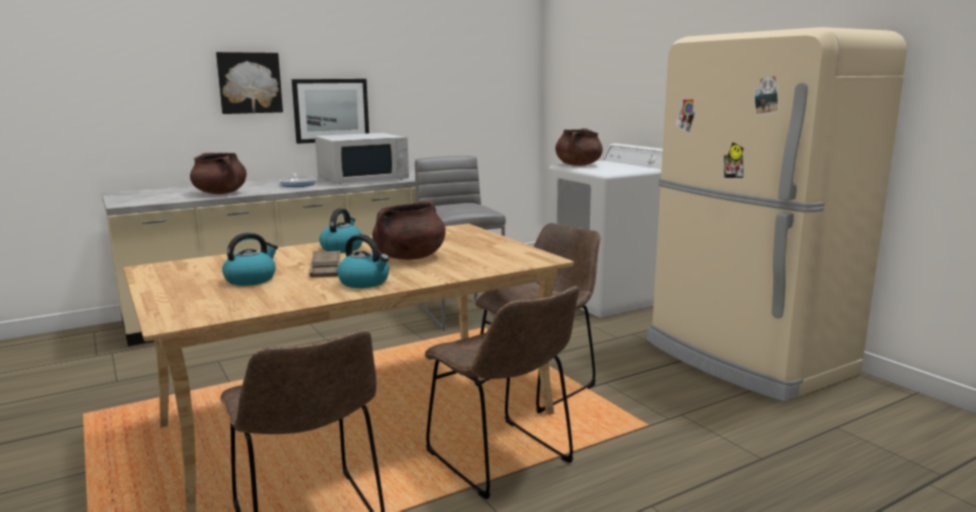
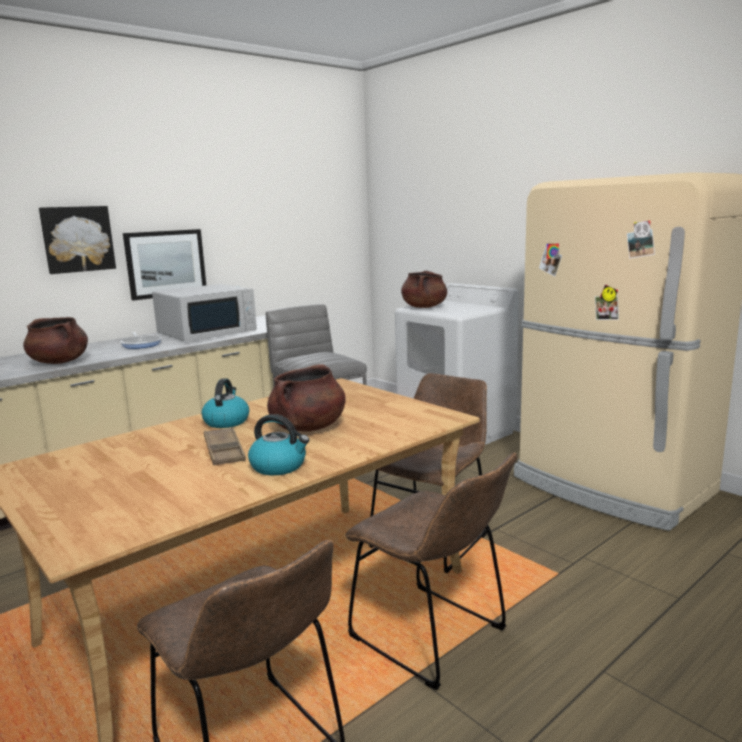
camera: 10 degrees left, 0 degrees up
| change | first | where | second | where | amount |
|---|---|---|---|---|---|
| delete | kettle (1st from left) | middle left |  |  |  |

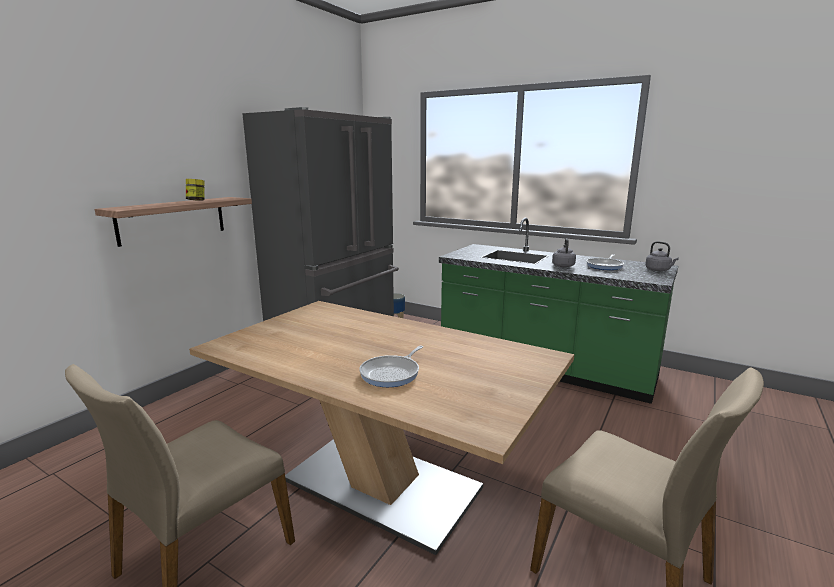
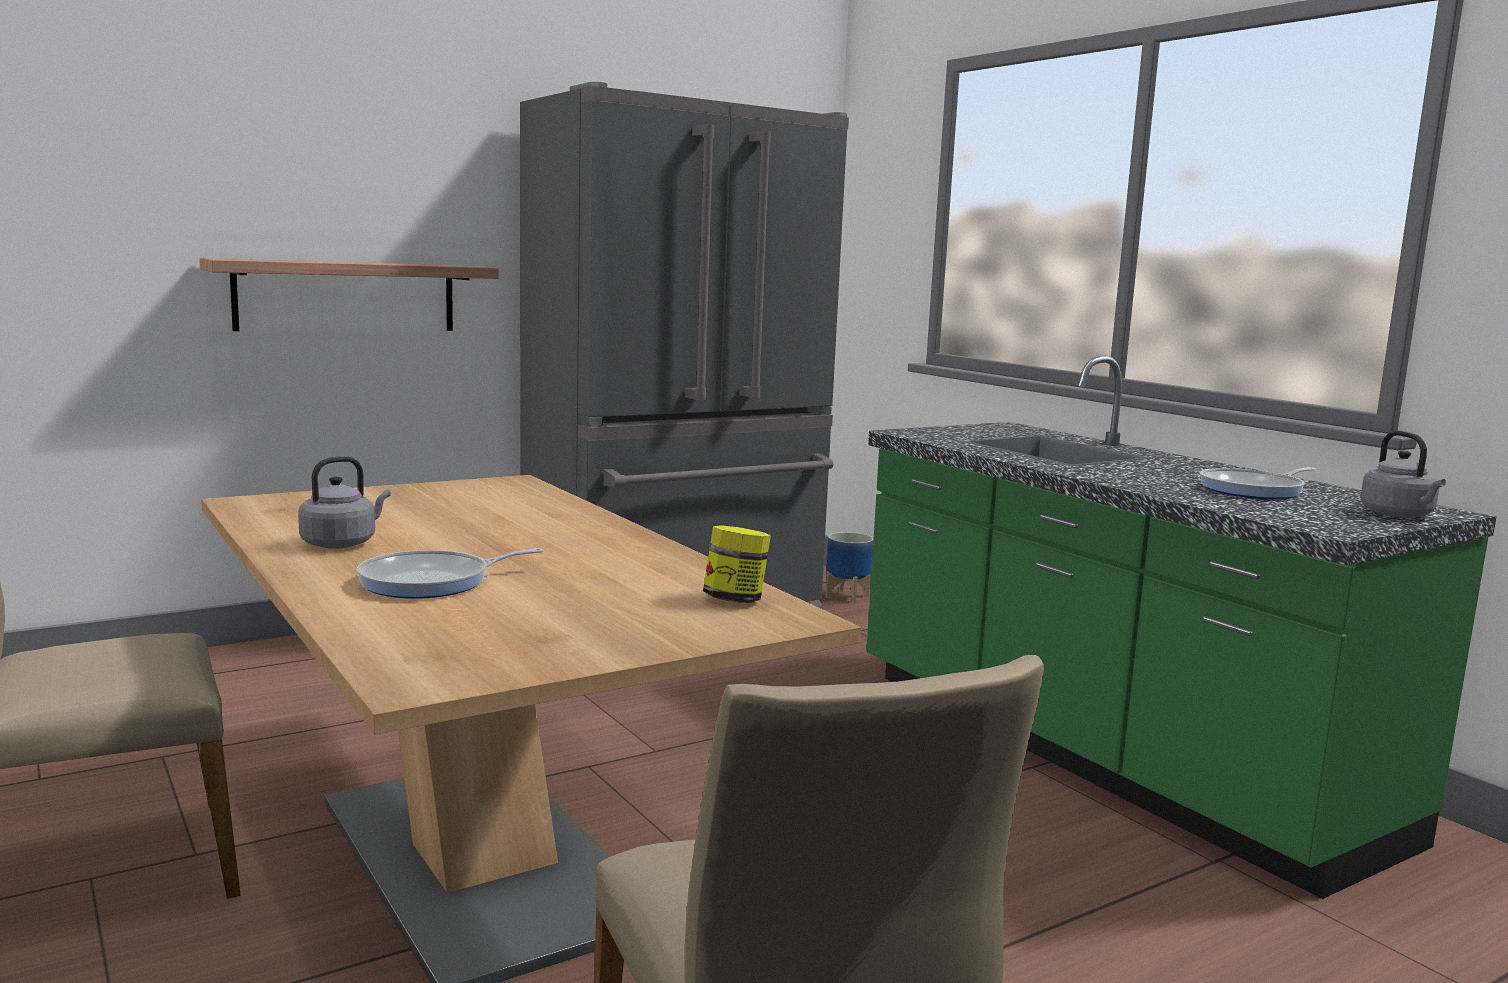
camera: 25 degrees right, 5 degrees down
| change | first | where | second | where | amount |
|---|---|---|---|---|---|
| move | kettle/gray (1st from left) | middle right |  | middle left |  |
| move | jar | top left |  | centre |  |

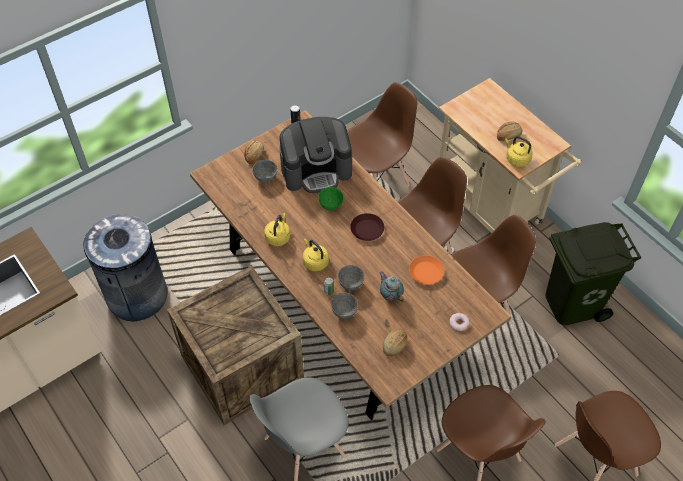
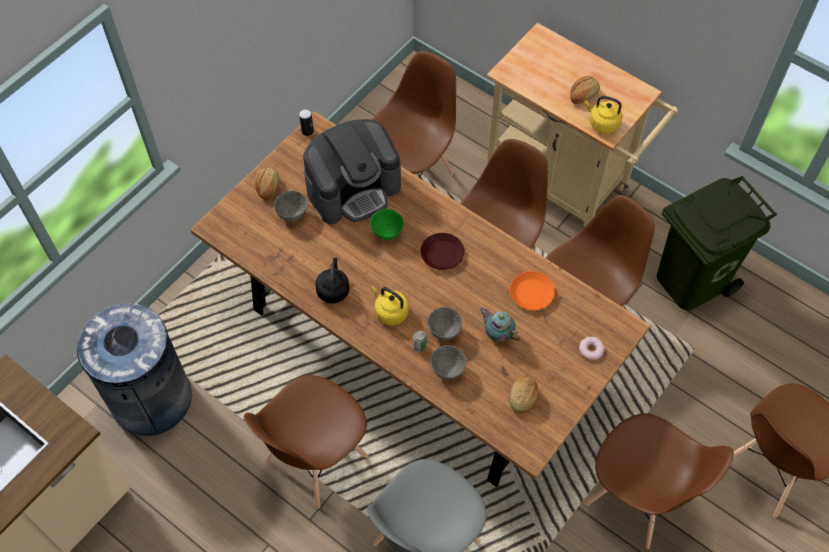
camera: 15 degrees left, 5 degrees up
| change | first | where | second | where | amount |
|---|---|---|---|---|---|
| replace | packing crate | bottom centre | upright chair/brown-coloured (1st from left) | bottom centre |  |
| recolor | kettle/yellow-coloured (1st from left) | centre | kettle/blackish | centre |  |

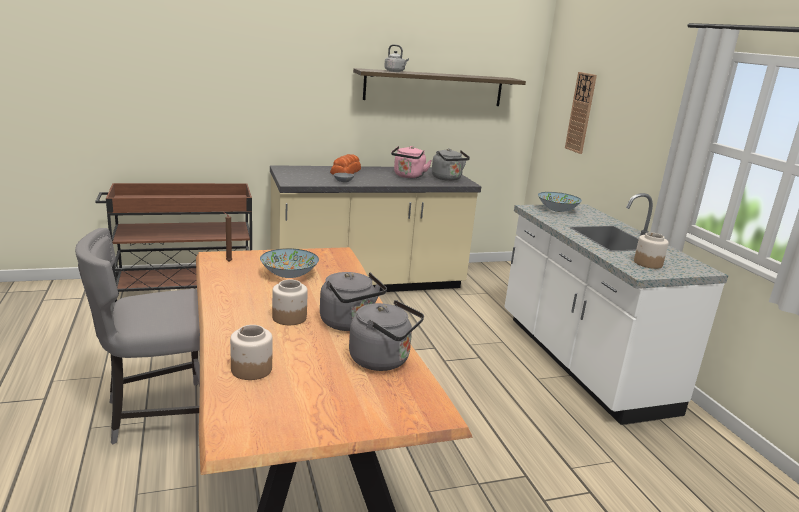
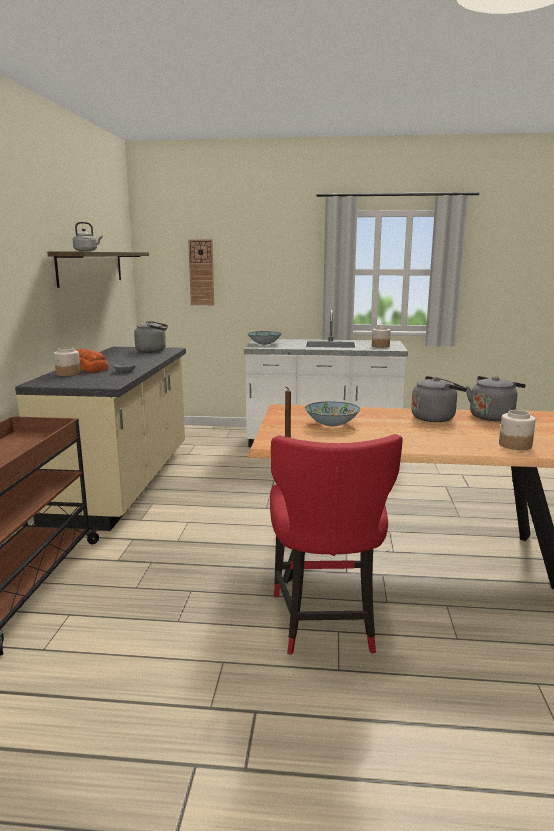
camera: 65 degrees left, 5 degrees down
| change | first | where | second | where | amount |
|---|---|---|---|---|---|
| move | jar (2nd from left in the first image) | centre | jar (1st from left) | middle left |  |
| recolor | upright chair/gray | middle left | upright chair/reddish | centre |  |
| delete | kettle/pinkish | top centre |  |  |  |

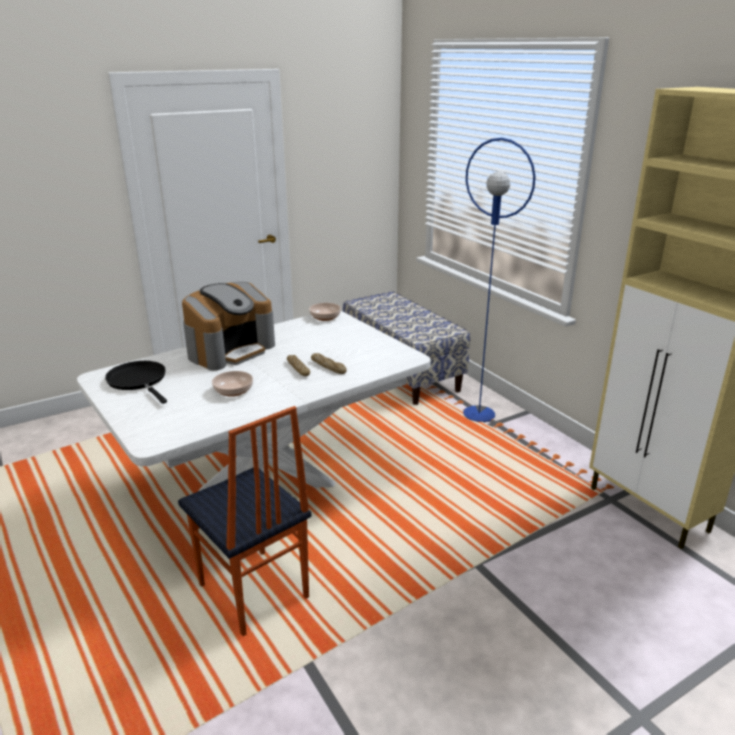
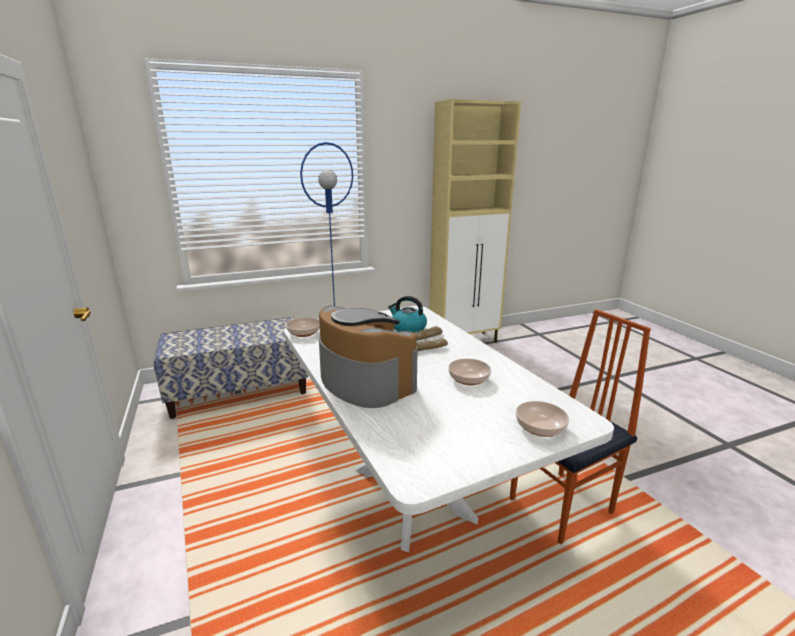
camera: 80 degrees left, 5 degrees down
| change | first | where | second | where | amount |
|---|---|---|---|---|---|
| insert |  |  | kettle | centre |  |
| insert |  |  | serving bowl (3rd from left) | middle right |  |
| delete | frying pan/blackish | middle left |  |  |  |

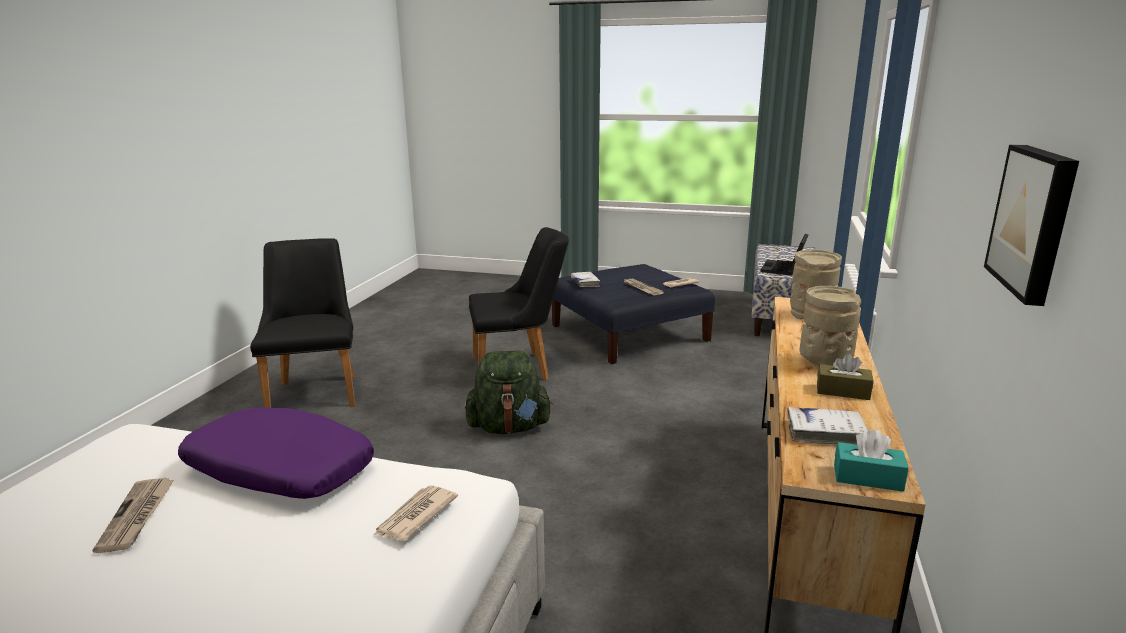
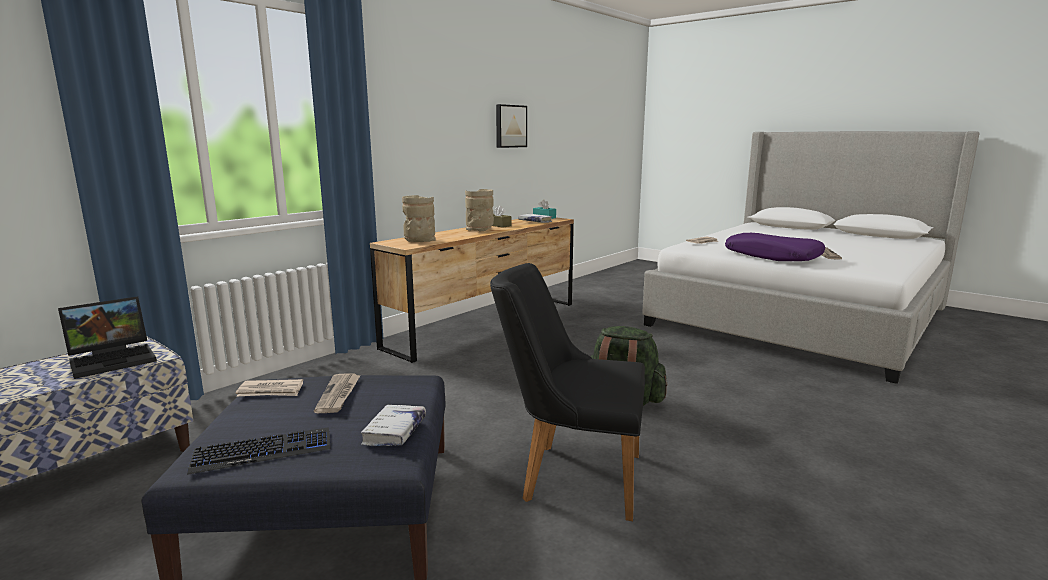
camera: 155 degrees left, 5 degrees down
| change | first | where | second | where | amount |
|---|---|---|---|---|---|
| insert |  |  | keyboard | bottom left |  |
| delete | upright chair/blackish (1st from left) | middle left |  |  |  |

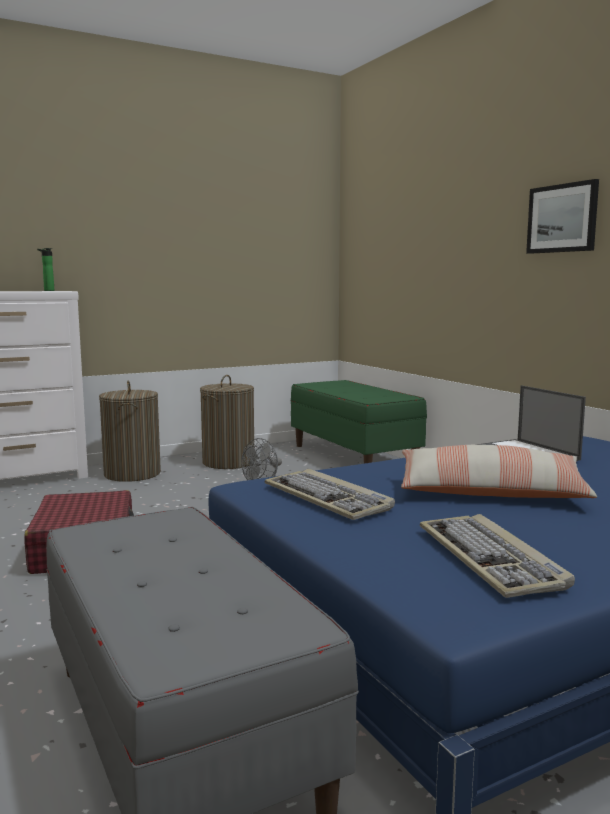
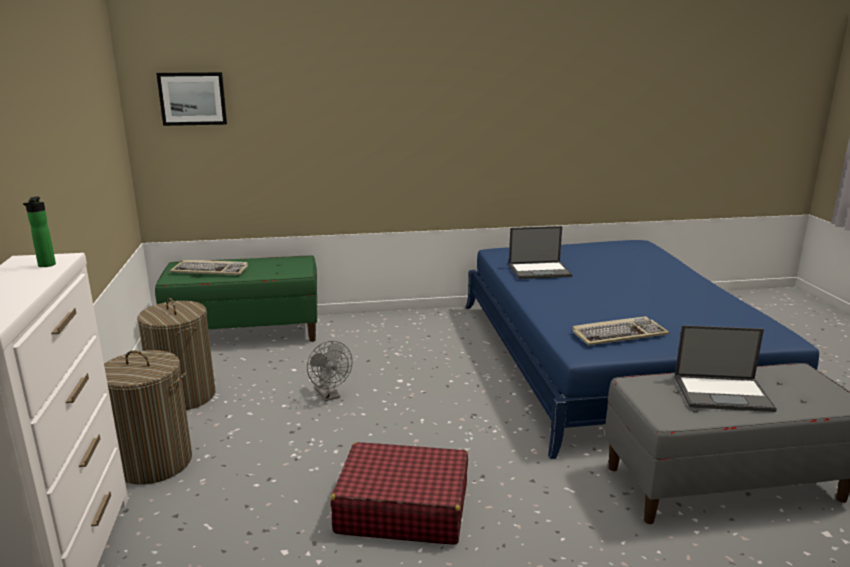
camera: 70 degrees left, 10 degrees up
| change | first | where | second | where | amount |
|---|---|---|---|---|---|
| move | wall picture | top right |  | top left |  |
| move | keyboard (2nd from left in the first image) | bottom right | keyboard (1st from left) | middle left |  |
| insert |  |  | laptop (2nd from left) | middle right |  |
| delete | throw pillow | middle right |  |  |  |

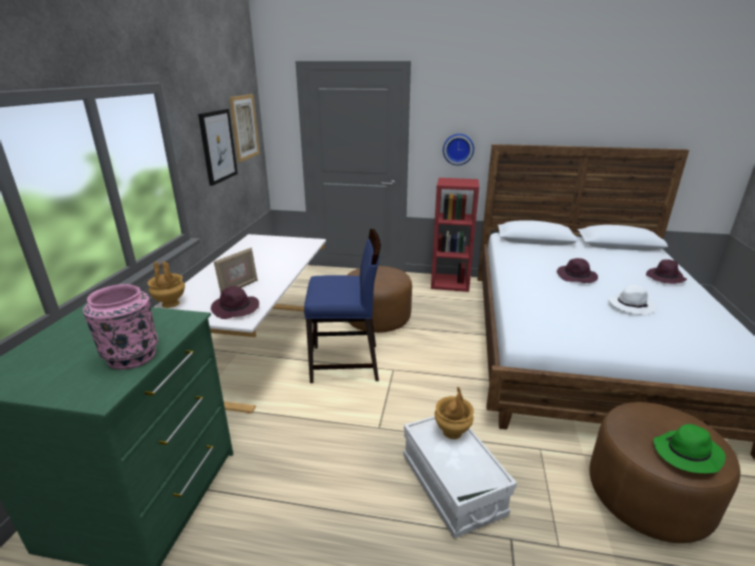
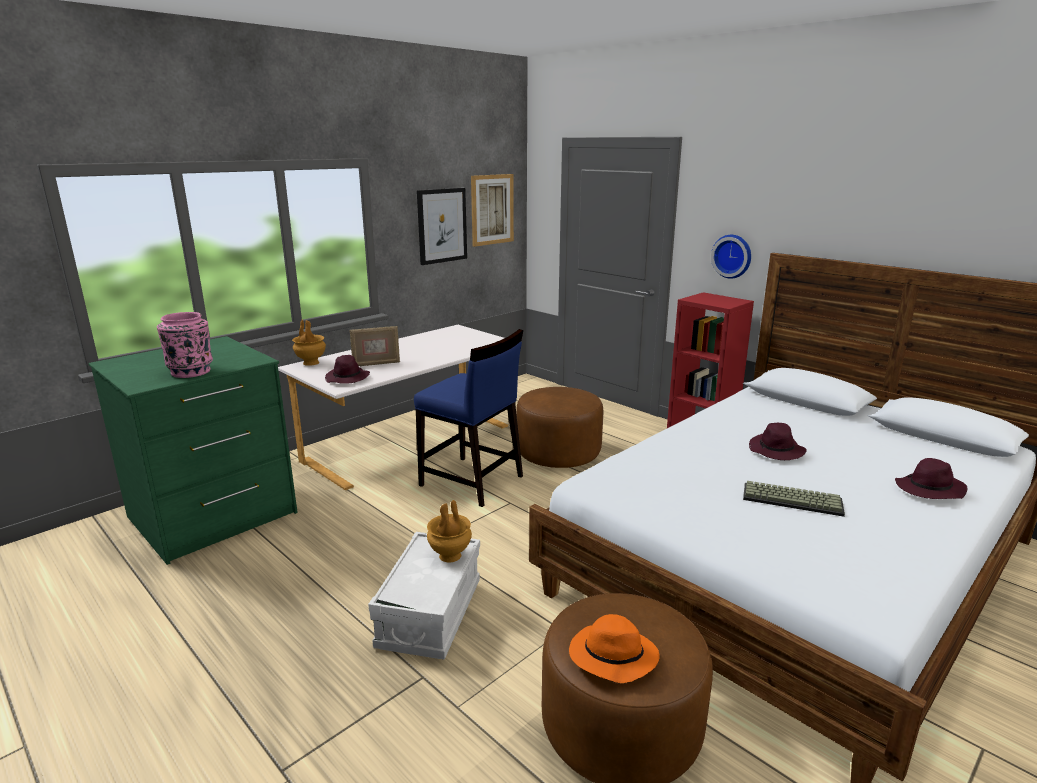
camera: 35 degrees right, 5 degrees down
| change | first | where | second | where | amount |
|---|---|---|---|---|---|
| recolor | hat/green | bottom right | hat/orange | bottom centre |  |
| replace | hat/white-coloured | middle right | keyboard | middle right |  |

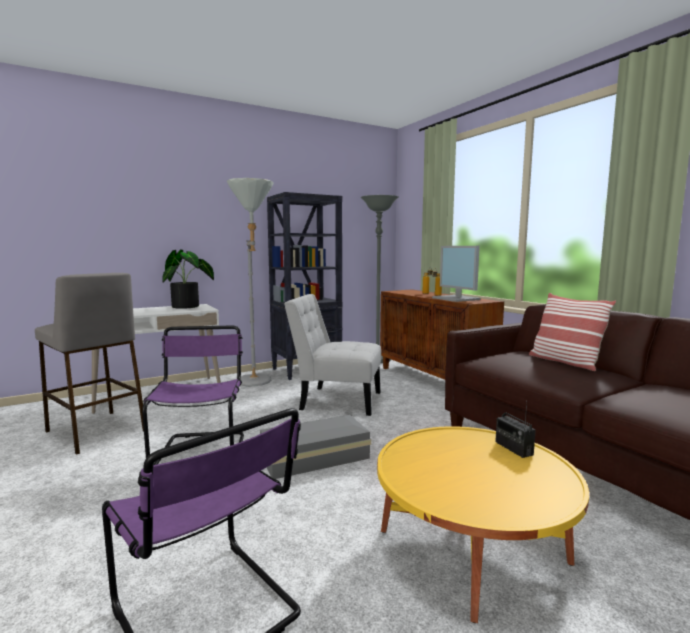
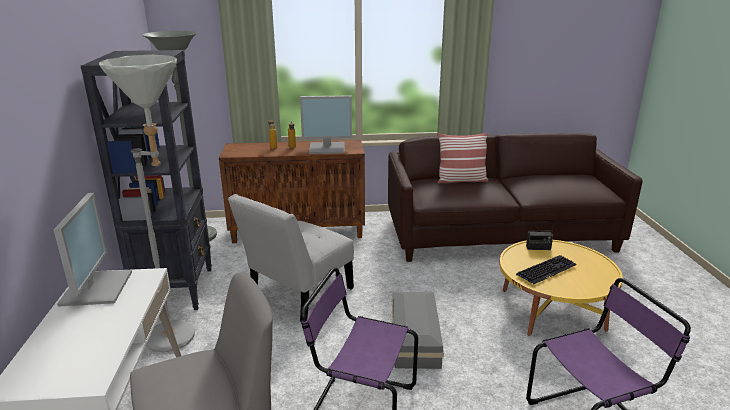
camera: 65 degrees left, 15 degrees up
| change | first | where | second | where | amount |
|---|---|---|---|---|---|
| replace | plant in a pot | middle left | computer screen (1st from left) | middle left |  |
| insert |  |  | keyboard | middle right |  |

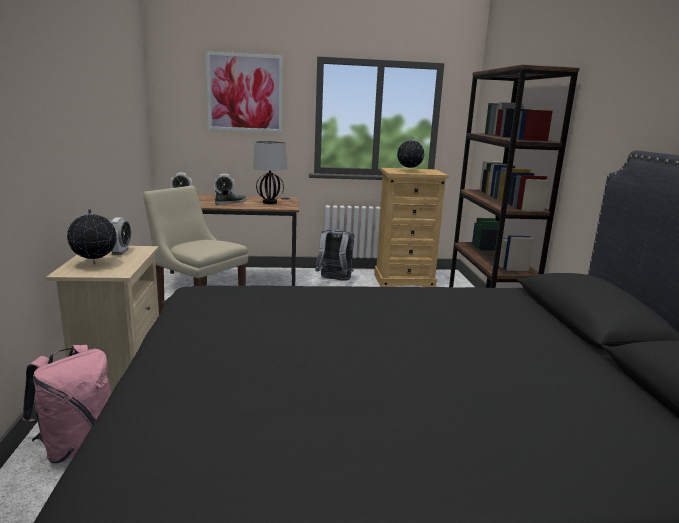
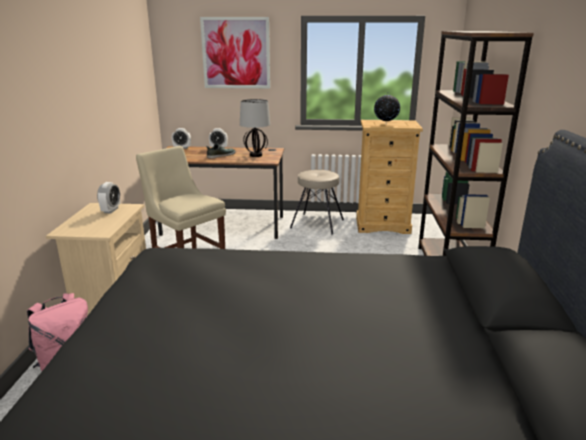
camera: 10 degrees right, 5 degrees up
| change | first | where | second | where | amount |
|---|---|---|---|---|---|
| replace | knapsack/gray | centre | stool/sand-coloured | centre |  |
| delete | desk globe (1st from left) | middle left |  |  |  |

